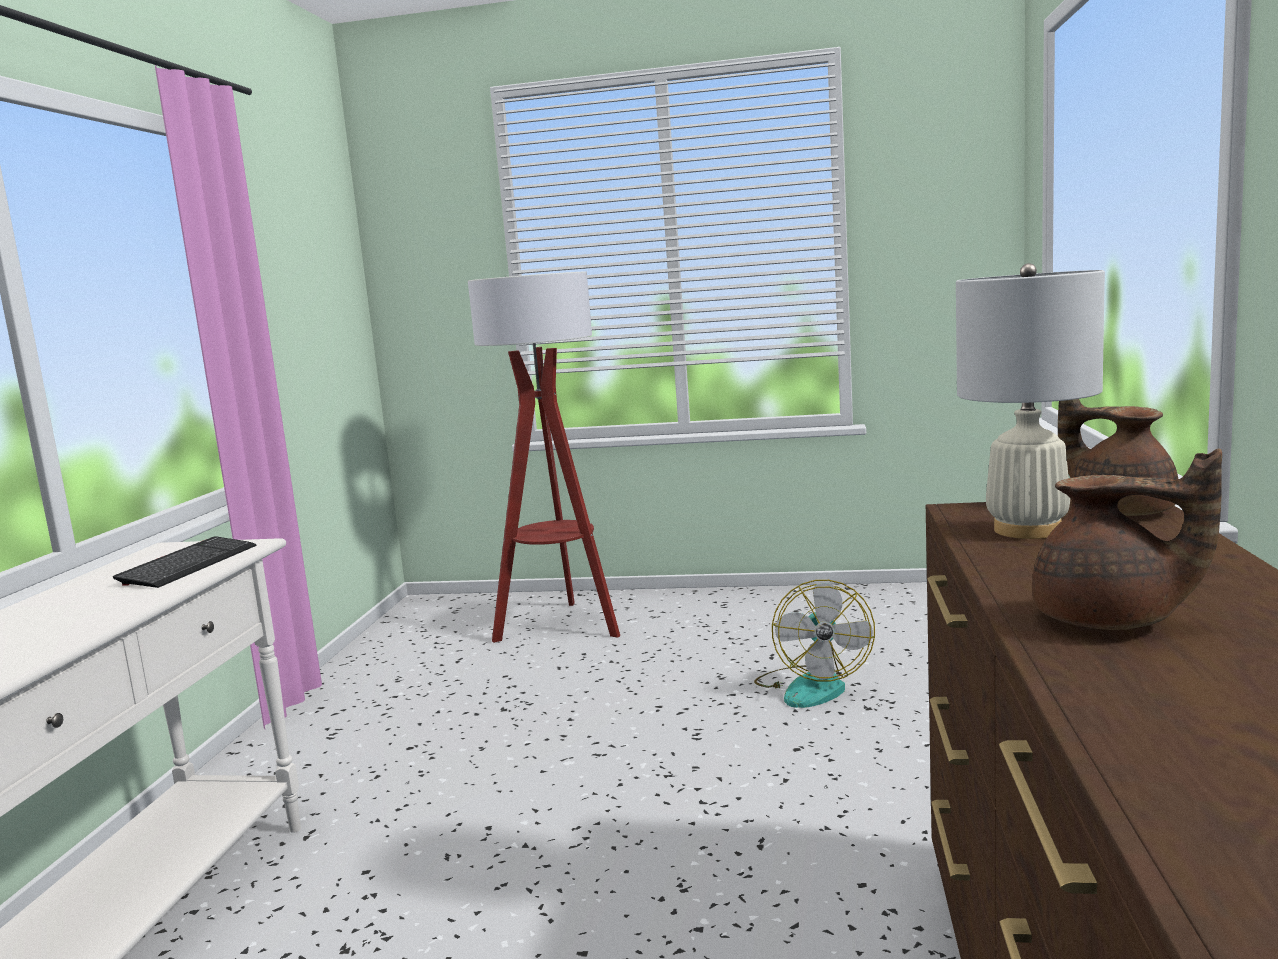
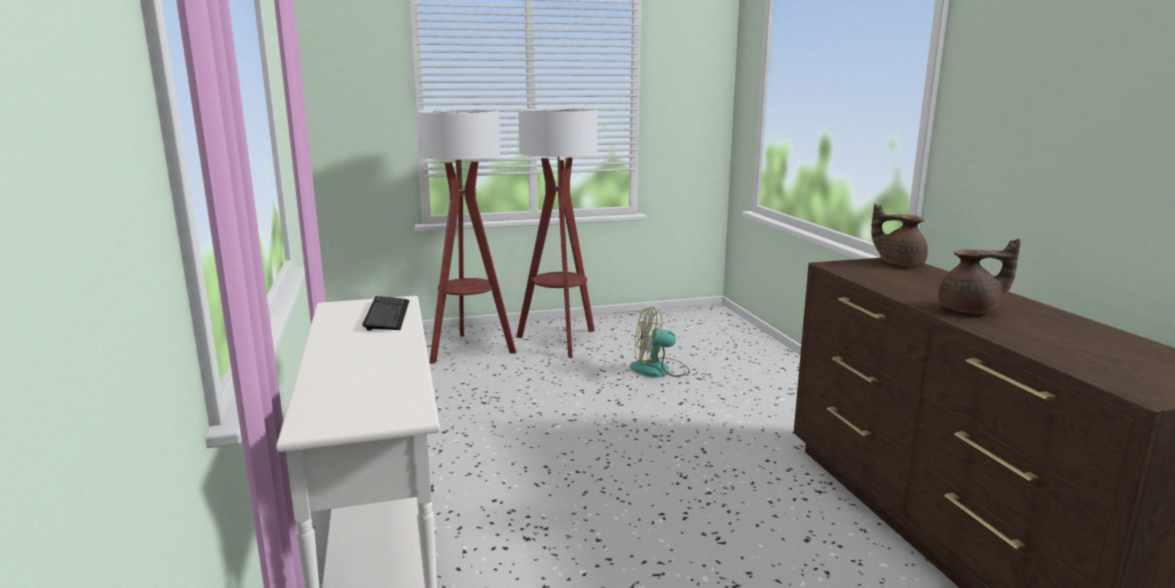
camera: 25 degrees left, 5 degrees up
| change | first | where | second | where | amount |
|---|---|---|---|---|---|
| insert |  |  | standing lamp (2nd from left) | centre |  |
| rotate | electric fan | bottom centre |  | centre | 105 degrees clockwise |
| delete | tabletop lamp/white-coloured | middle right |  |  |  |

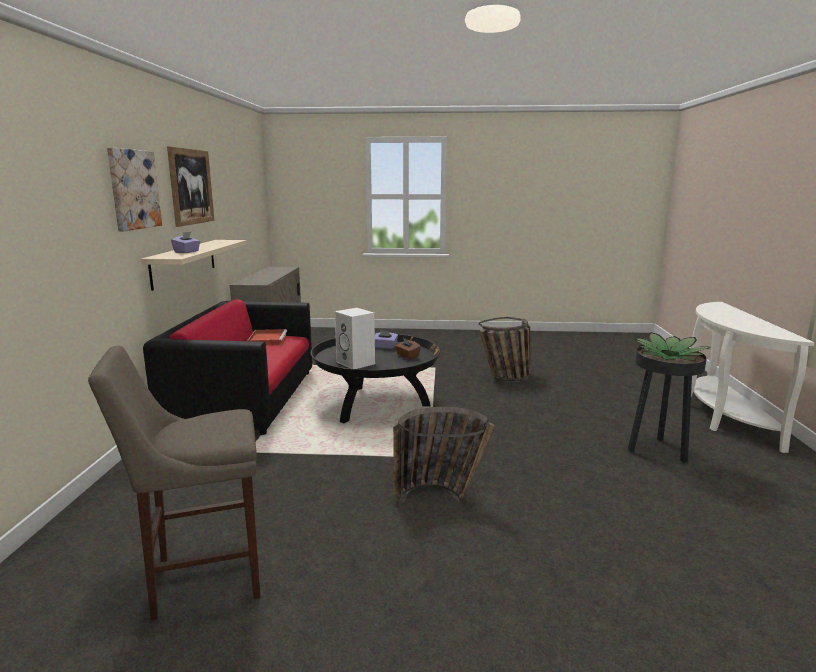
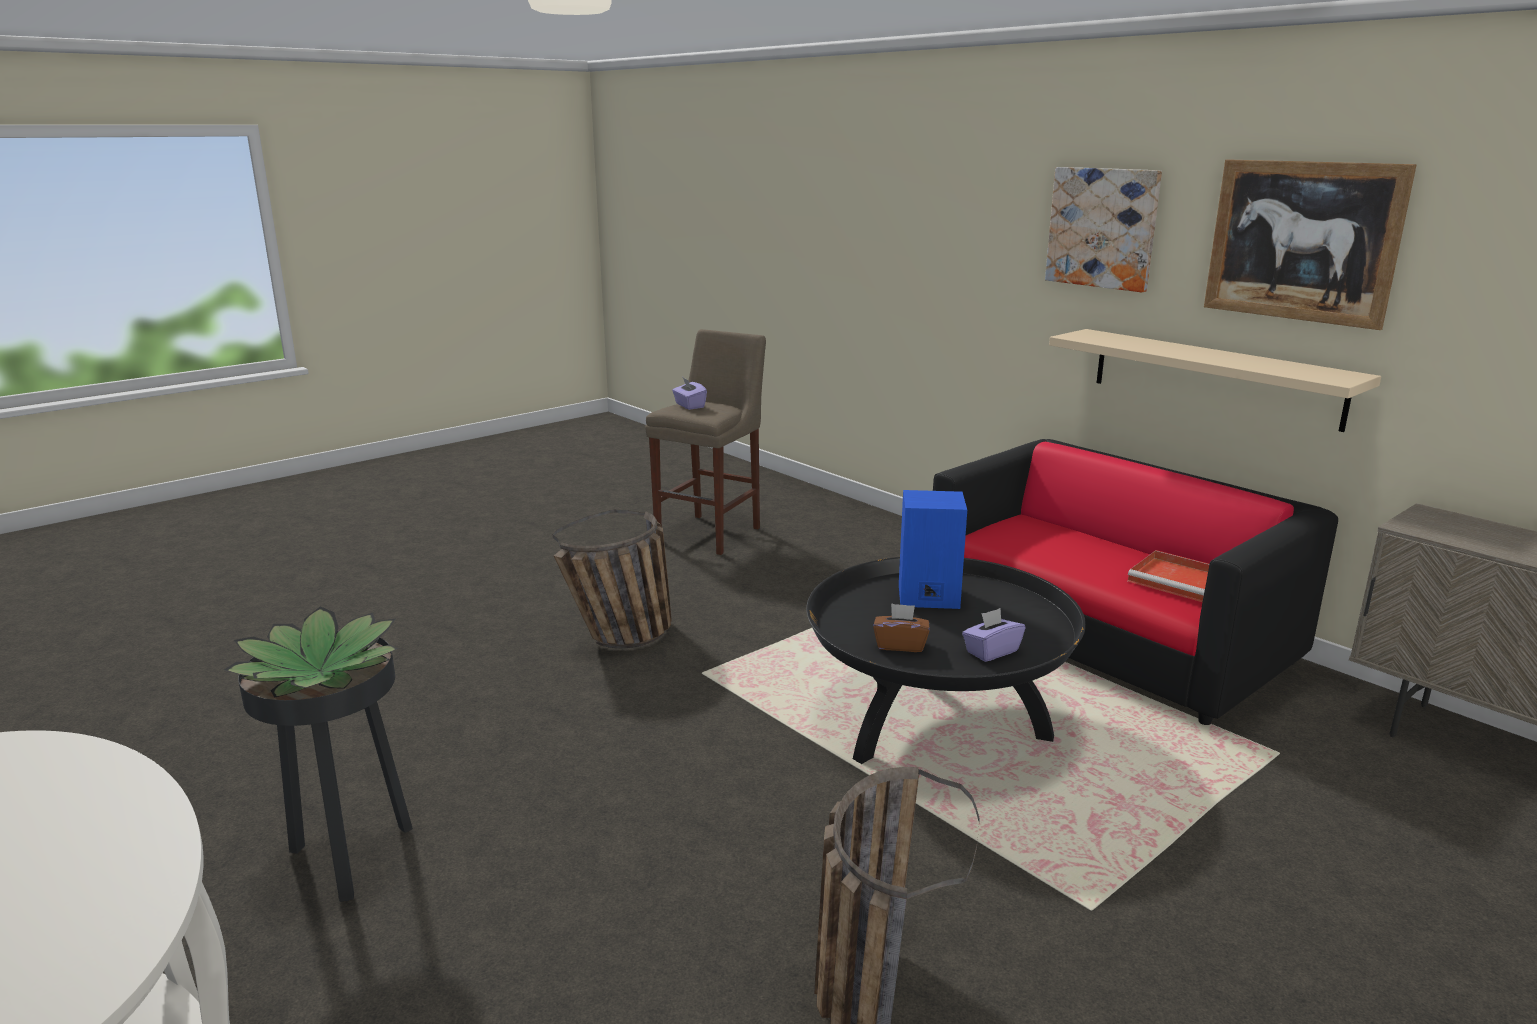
camera: 135 degrees right, 5 degrees up
| change | first | where | second | where | amount |
|---|---|---|---|---|---|
| move | tissue box/purple (1st from left) | middle left |  | centre |  |
| recolor | audio speaker/white-coloured | centre | audio speaker/blue | centre |  |

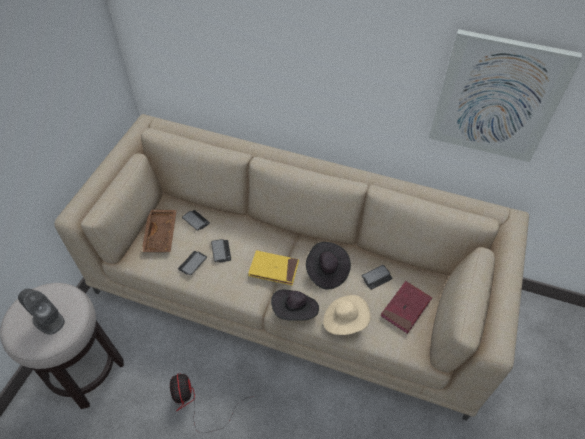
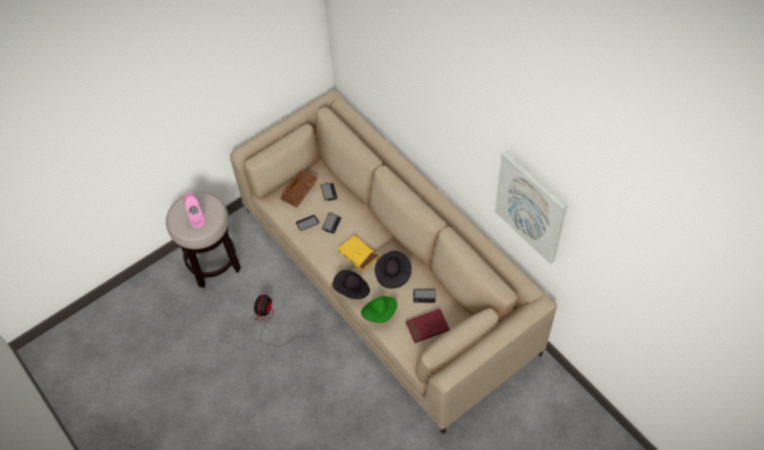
camera: 35 degrees right, 5 degrees up
| change | first | where | second | where | amount |
|---|---|---|---|---|---|
| recolor | audio speaker/gray | bottom left | audio speaker/pinkish | middle left |  |
| recolor | hat/sand-coloured | bottom centre | hat/green | bottom centre |  |

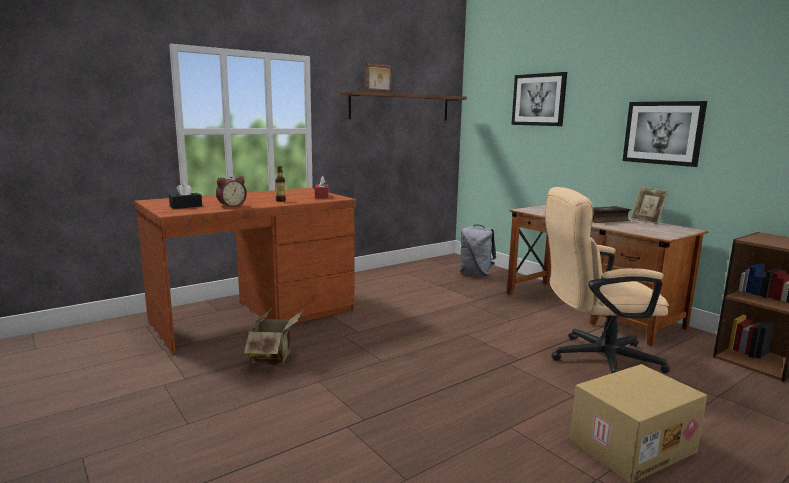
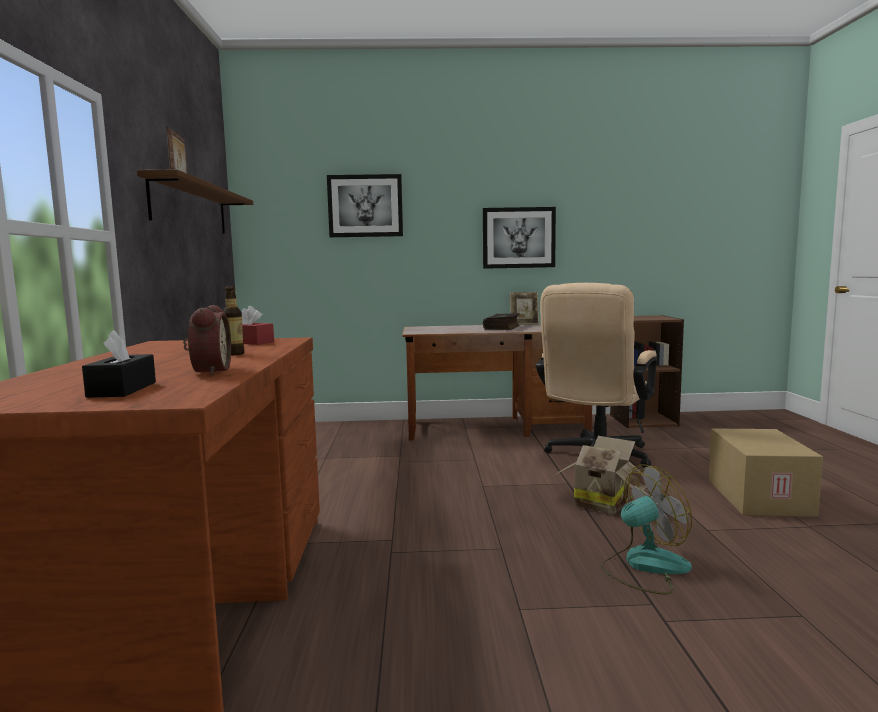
camera: 55 degrees left, 5 degrees down
| change | first | where | second | where | amount |
|---|---|---|---|---|---|
| move | carton (1st from left) | bottom centre |  | bottom right |  |
| insert |  |  | electric fan | bottom right |  |
| delete | knapsack/gray | centre |  |  |  |

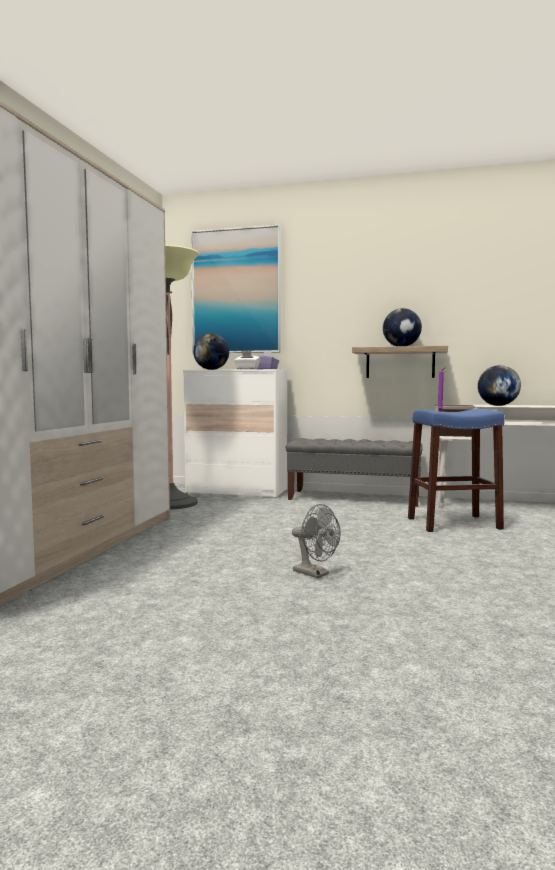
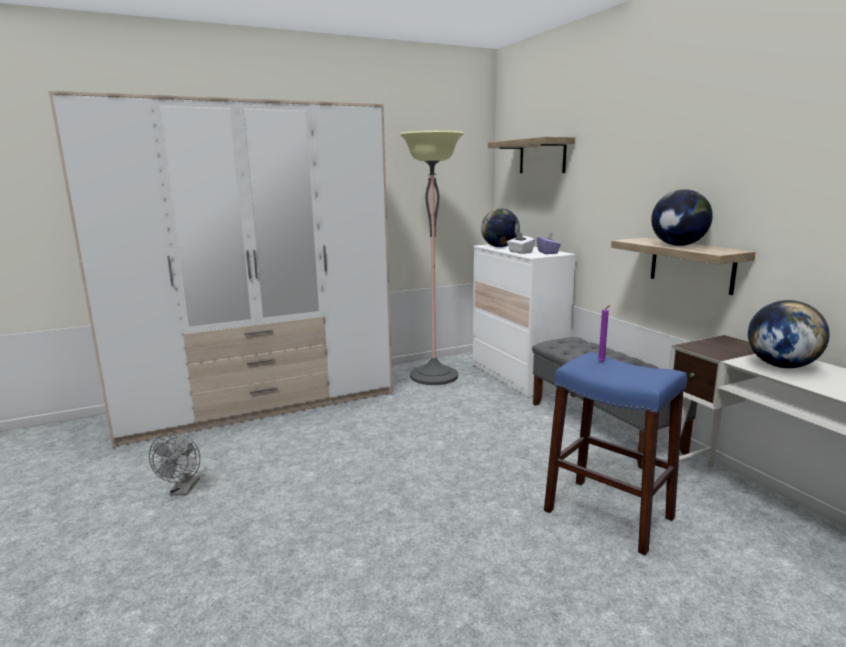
camera: 50 degrees right, 10 degrees up
| change | first | where | second | where | amount |
|---|---|---|---|---|---|
| move | electric fan/gray | centre |  | bottom left |  |
| replace | wall picture | top centre | bracket shelf (1st from left) | top centre |  |

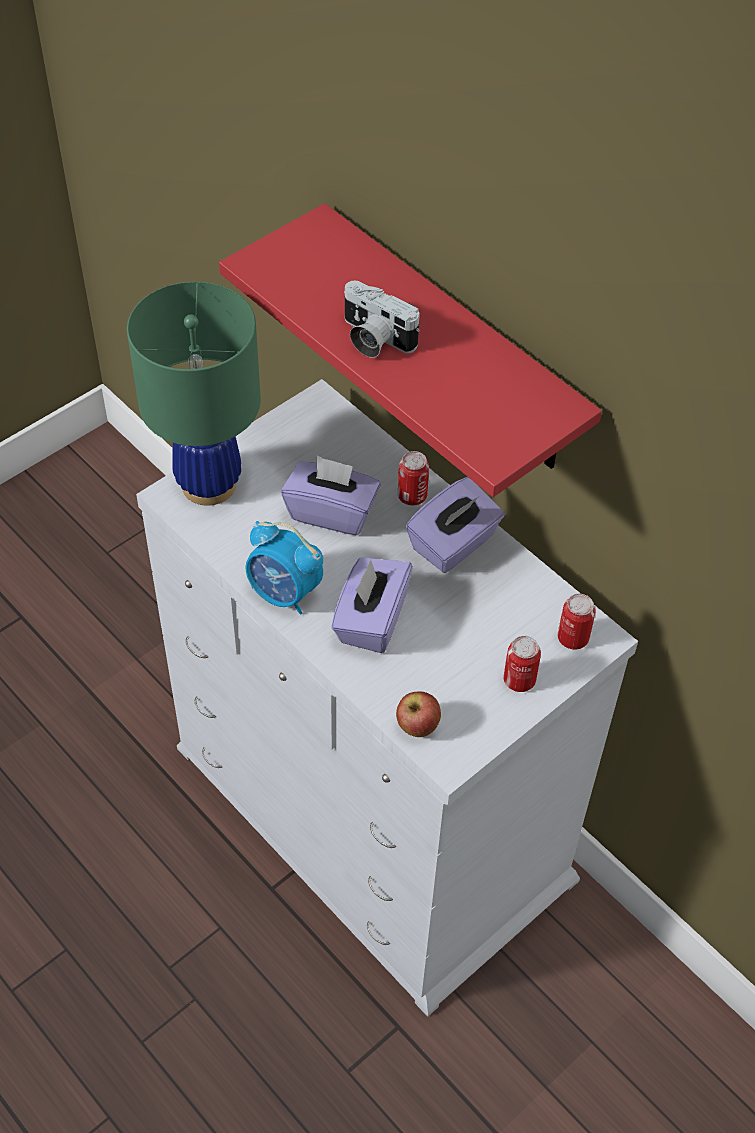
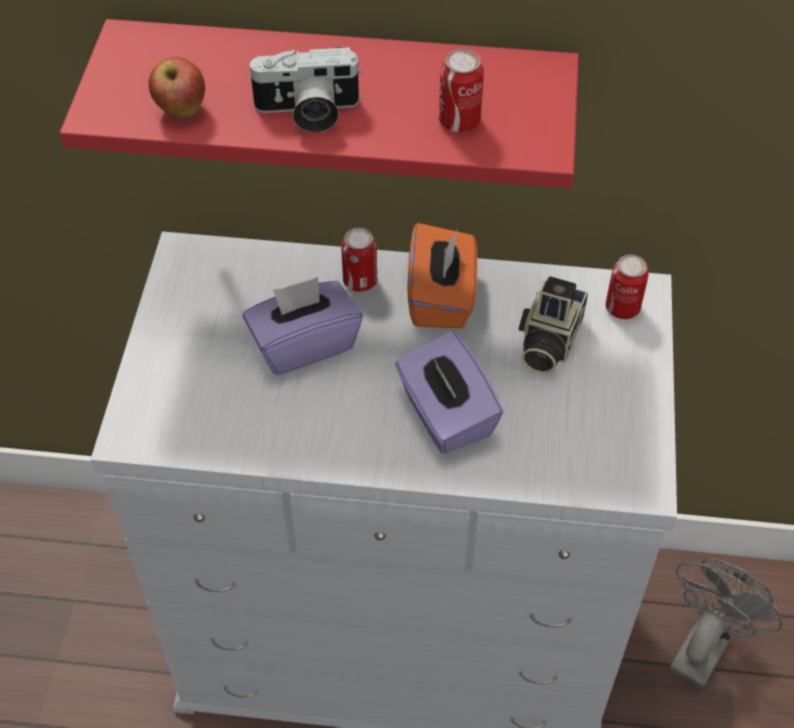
camera: 40 degrees left, 0 degrees up
| change | first | where | second | where | amount |
|---|---|---|---|---|---|
| move | whole apple | centre |  | top left |  |
| recolor | tissue box/purple (3rd from left) | centre | tissue box/orange | centre |  |
| move | metal can (2nd from left) | middle right |  | top centre |  |
| insert |  |  | photo camera (2nd from left) | middle right |  |
| insert |  |  | electric fan/gray | bottom right |  |
| delete | tabletop lamp/green | middle left |  |  |  |
| delete | alarm clock | centre |  |  |  |

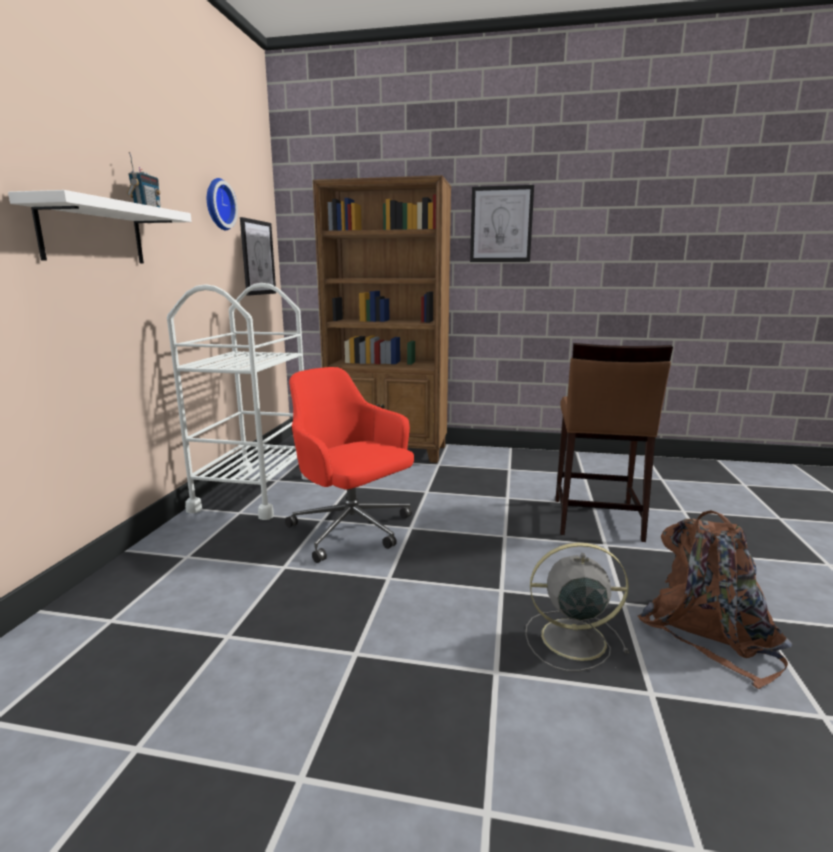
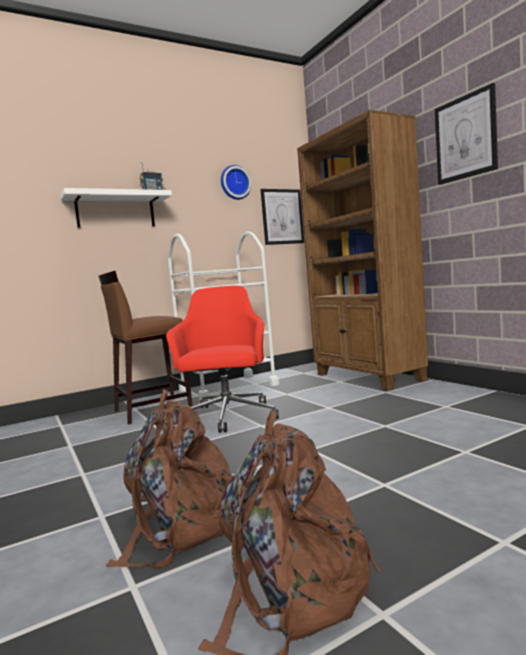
camera: 50 degrees right, 10 degrees down
| change | first | where | second | where | amount |
|---|---|---|---|---|---|
| move | stool/brown-coloured | middle right |  | middle left |  |
| replace | electric fan/gray | bottom right | knapsack/brown-coloured (1st from left) | bottom left |  |

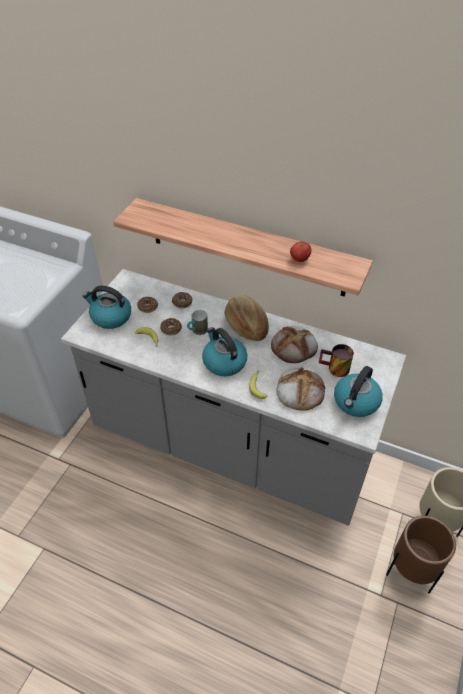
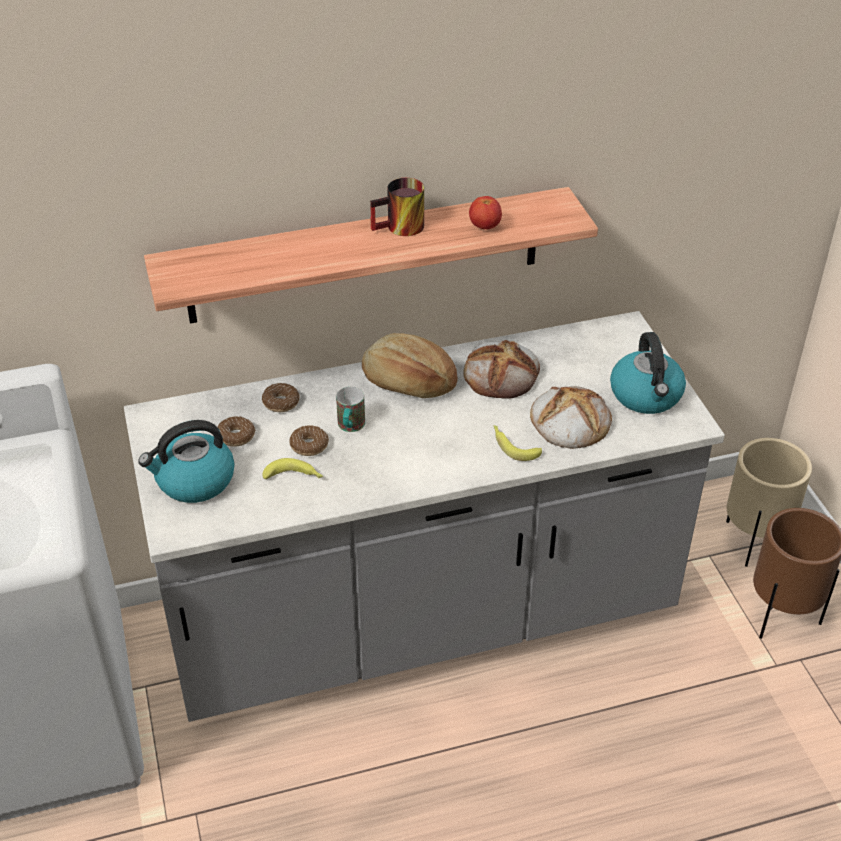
camera: 40 degrees left, 5 degrees down
| change | first | where | second | where | amount |
|---|---|---|---|---|---|
| move | tea mug (2nd from left) | middle right |  | top centre |  |
| delete | kettle (2nd from left) | centre |  |  |  |

